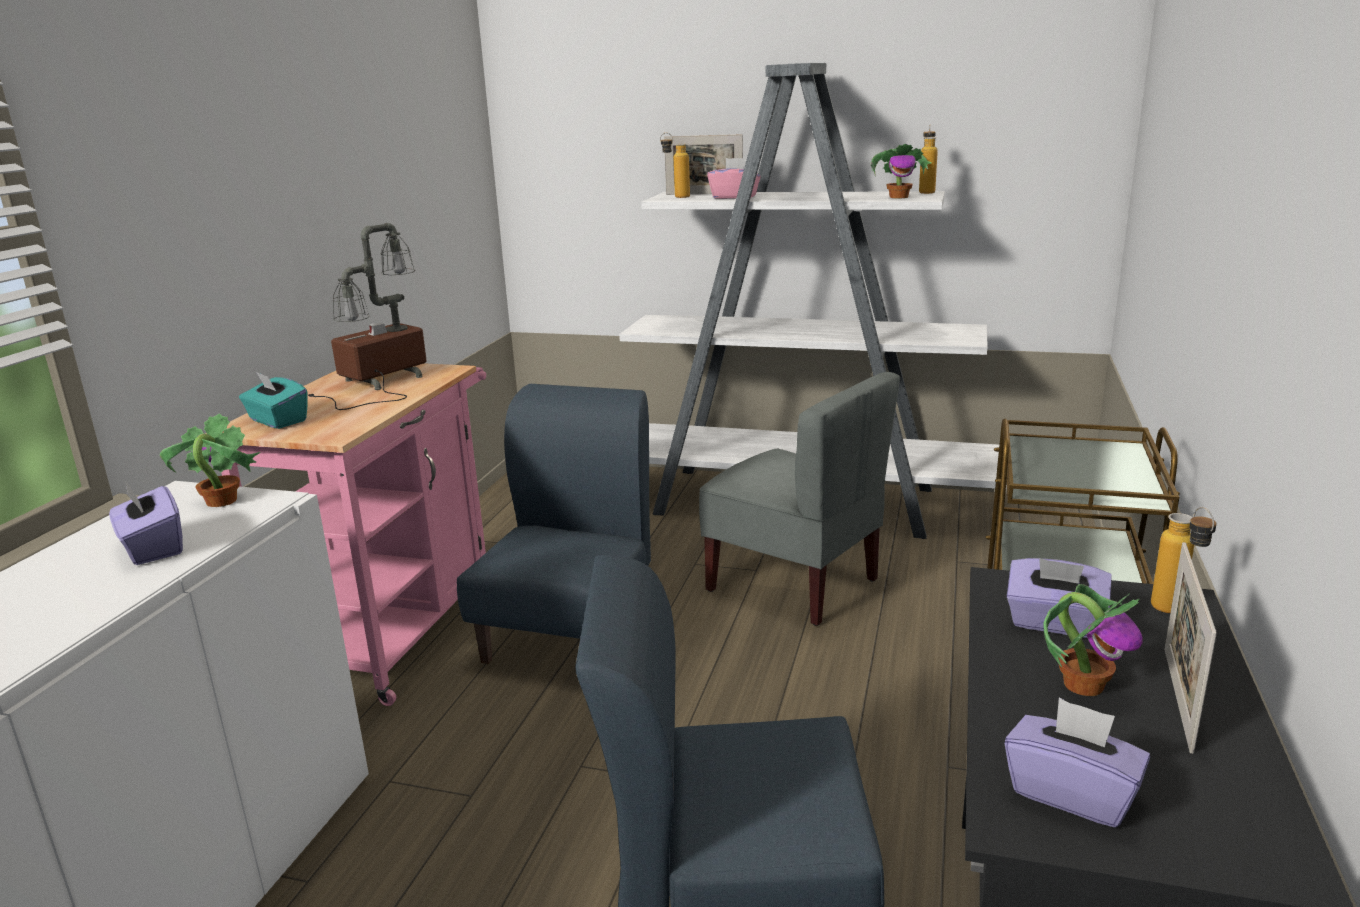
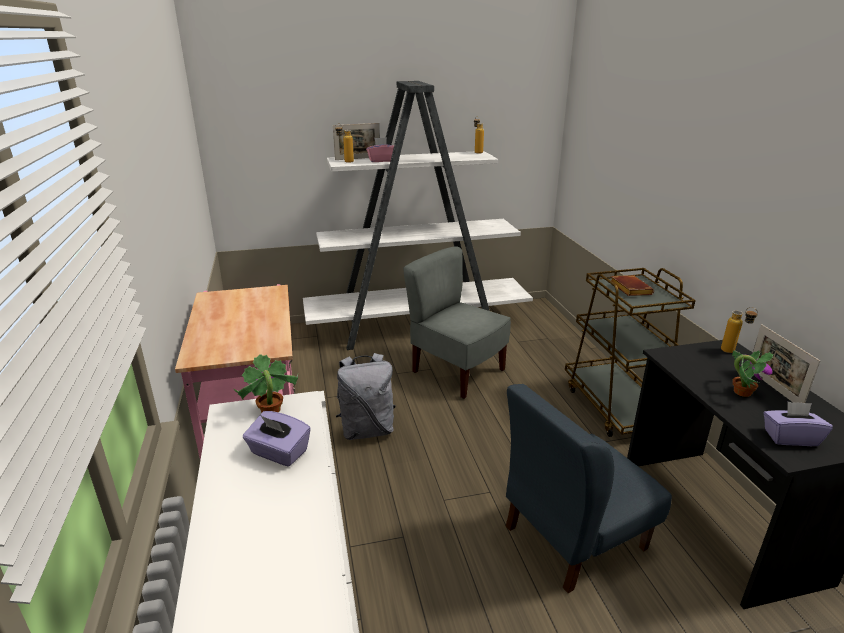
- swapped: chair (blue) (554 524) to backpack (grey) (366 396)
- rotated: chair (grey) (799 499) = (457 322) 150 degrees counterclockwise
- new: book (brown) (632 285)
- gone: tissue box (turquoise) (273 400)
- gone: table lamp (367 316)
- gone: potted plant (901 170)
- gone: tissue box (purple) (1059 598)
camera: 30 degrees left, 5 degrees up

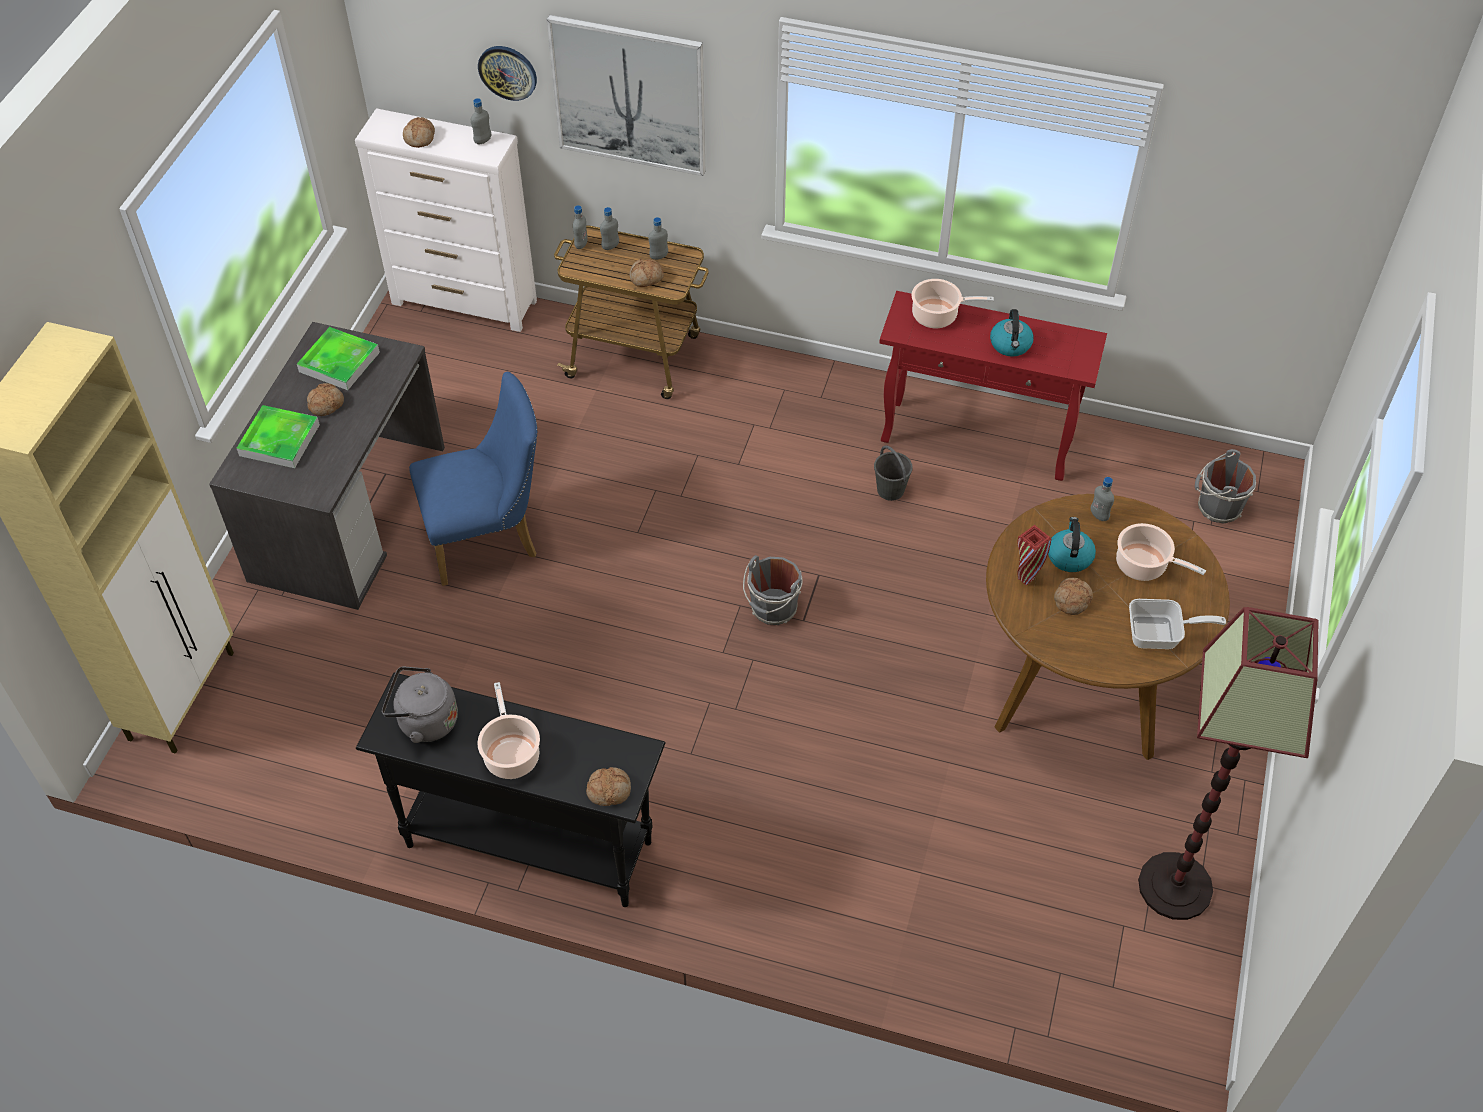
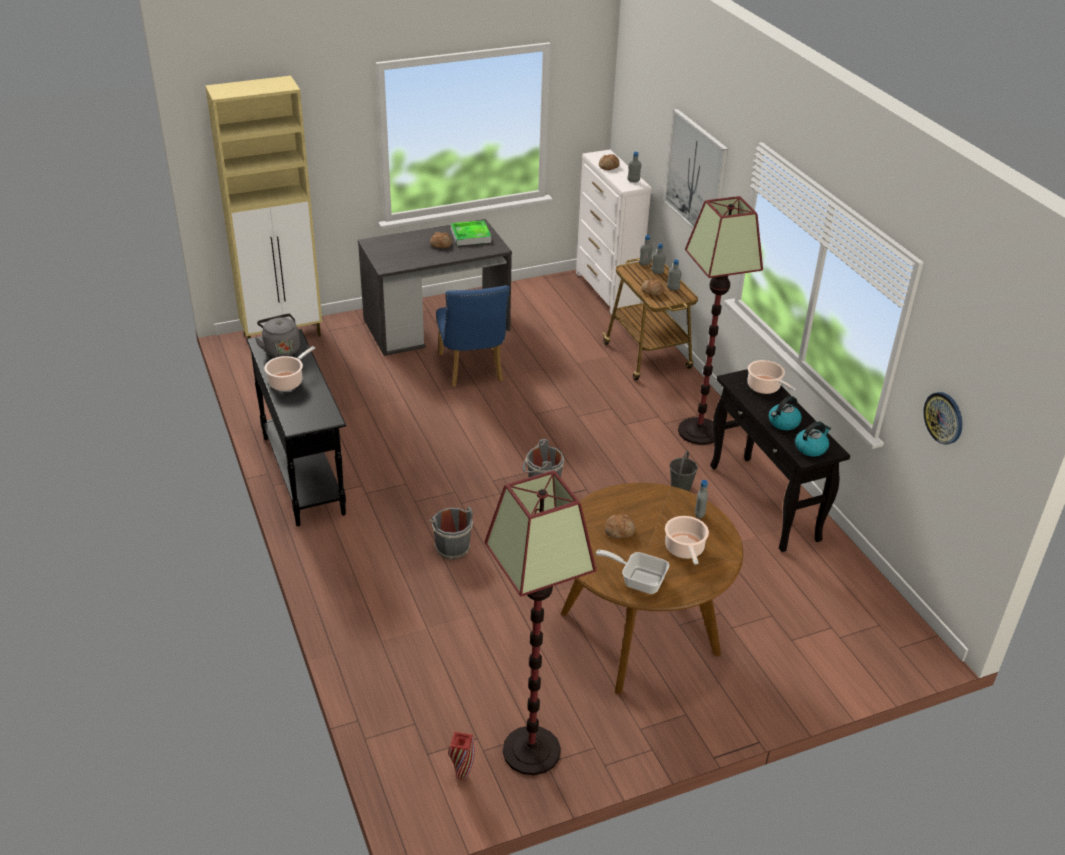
- shifted: bucket (grey) (1225 486) to (451 533)
- rotated: chair (blue) (473 479) = (473 336) 45 degrees clockwise
- shifted: vase (red) (1034 555) to (461 756)
- rotated: frying pan (1177 624) = (632 572) 150 degrees clockwise
- new: floor lamp (720 320)
- repainted: console table (red) (993 386) to console table (black) (780 460)
- shifted: kettle (1072 544) to (813 439)
- shifted: wall clock (507 73) to (942 418)
- gone: tray (278 436)
- gone: bread (608 786)
camera: 50 degrees right, 15 degrees down

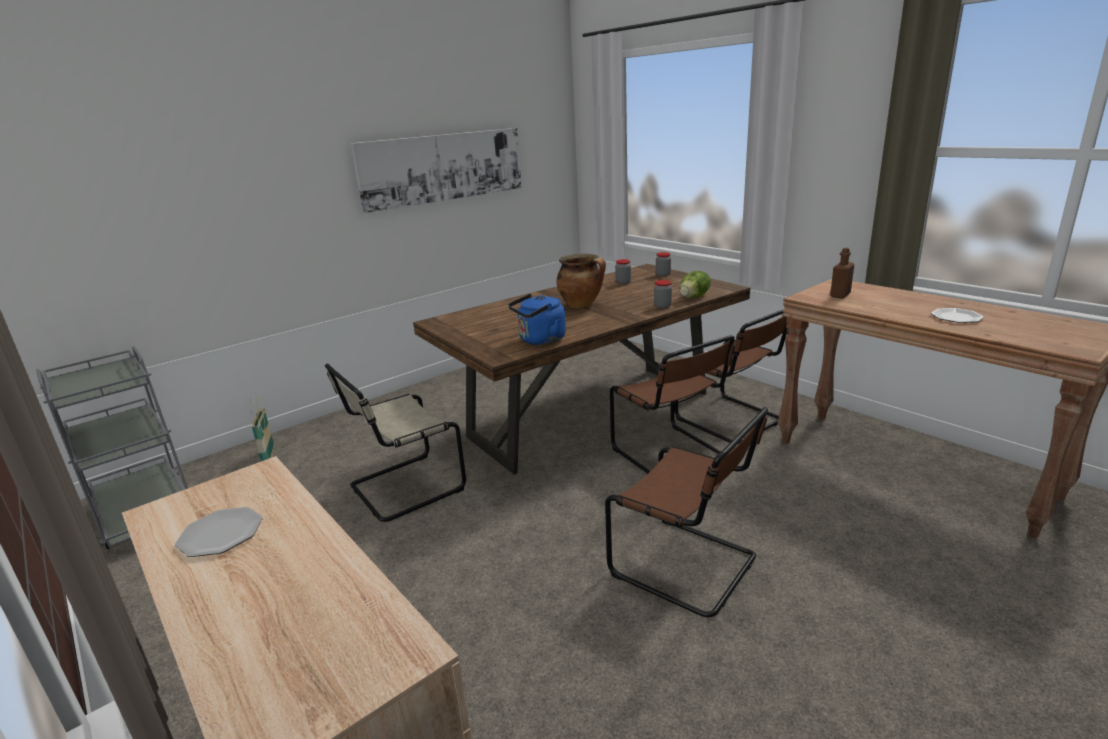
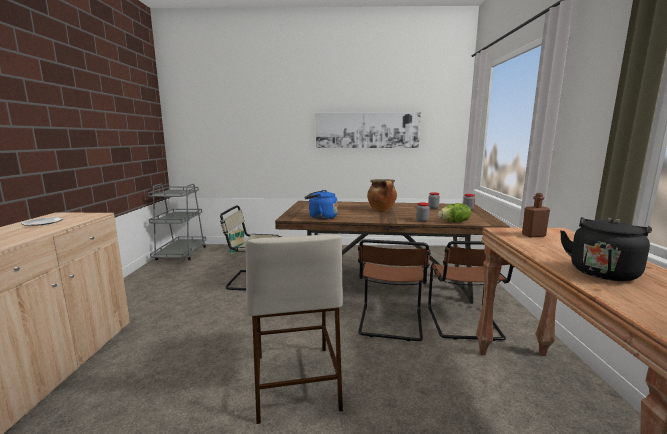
- swapped: chair (brown) (686 512) to stool (beige) (294 329)
- swapped: plate (957 315) to kettle (black) (606 249)
camera: 40 degrees right, 10 degrees down

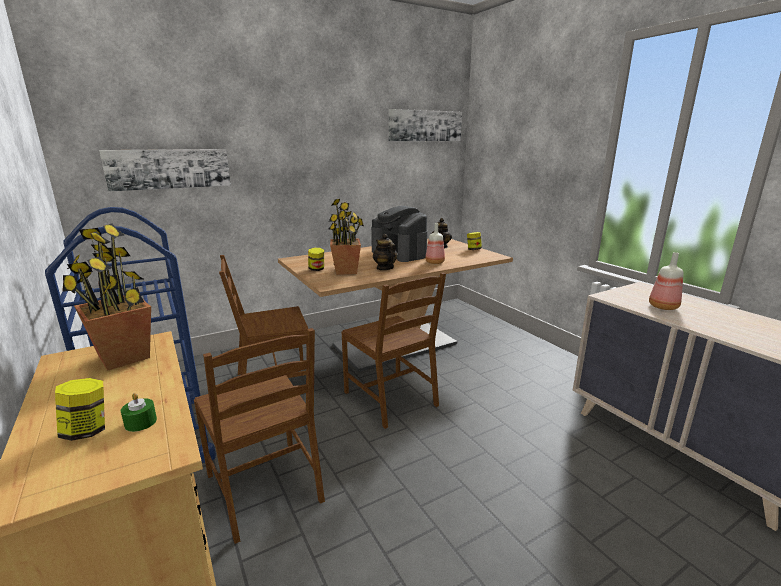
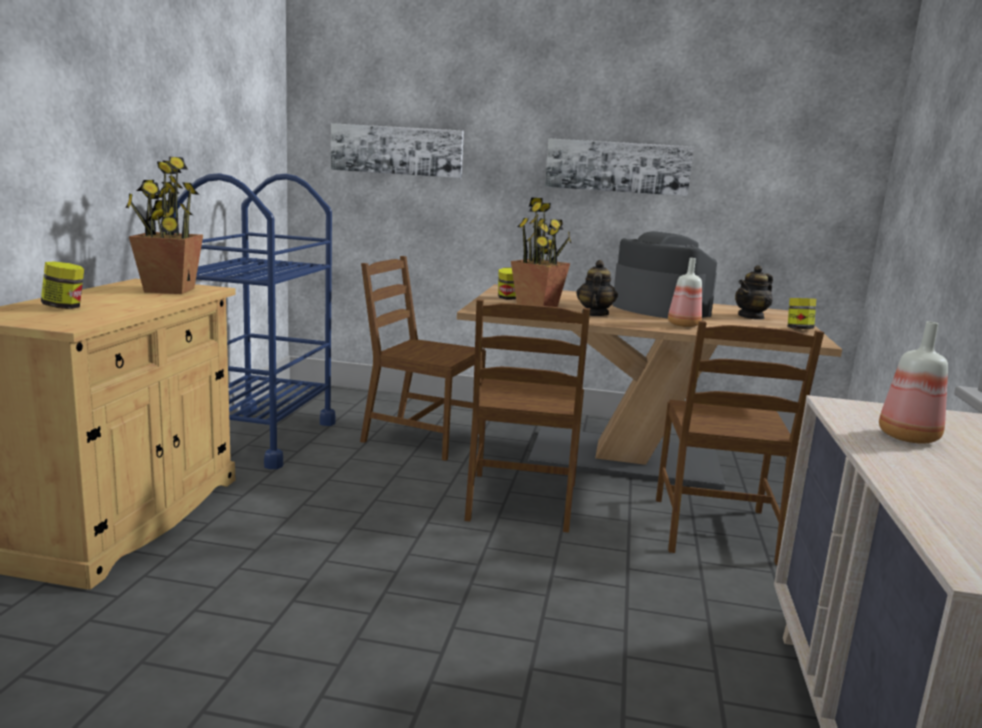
- shifted: picture (425 125) to (619 167)
- rotated: coffee machine (399 234) = (664 274) 135 degrees clockwise
- shifted: chair (brown) (259 436) to (740 443)
- gone: candle (green) (139 412)
camera: 40 degrees right, 5 degrees down

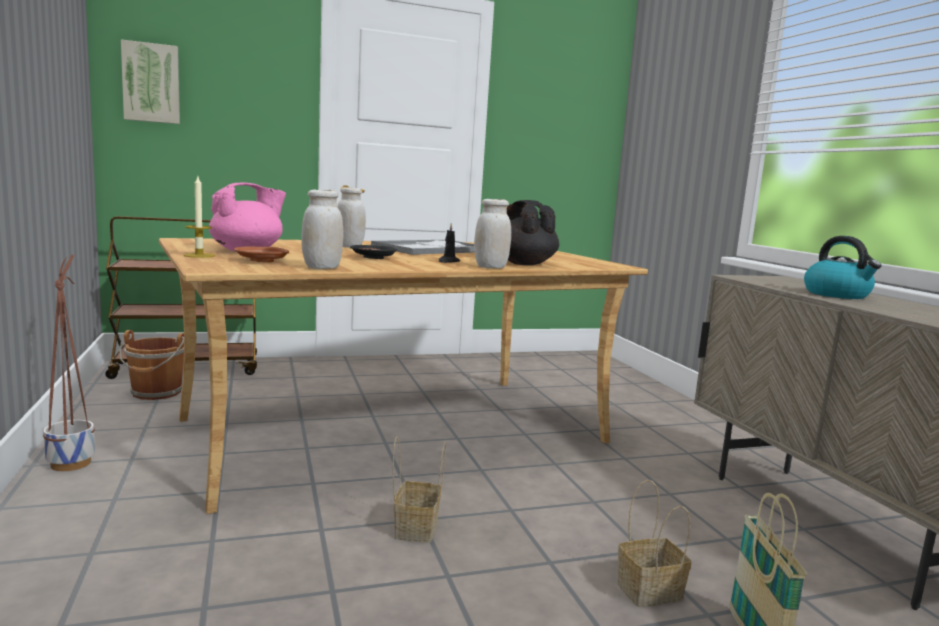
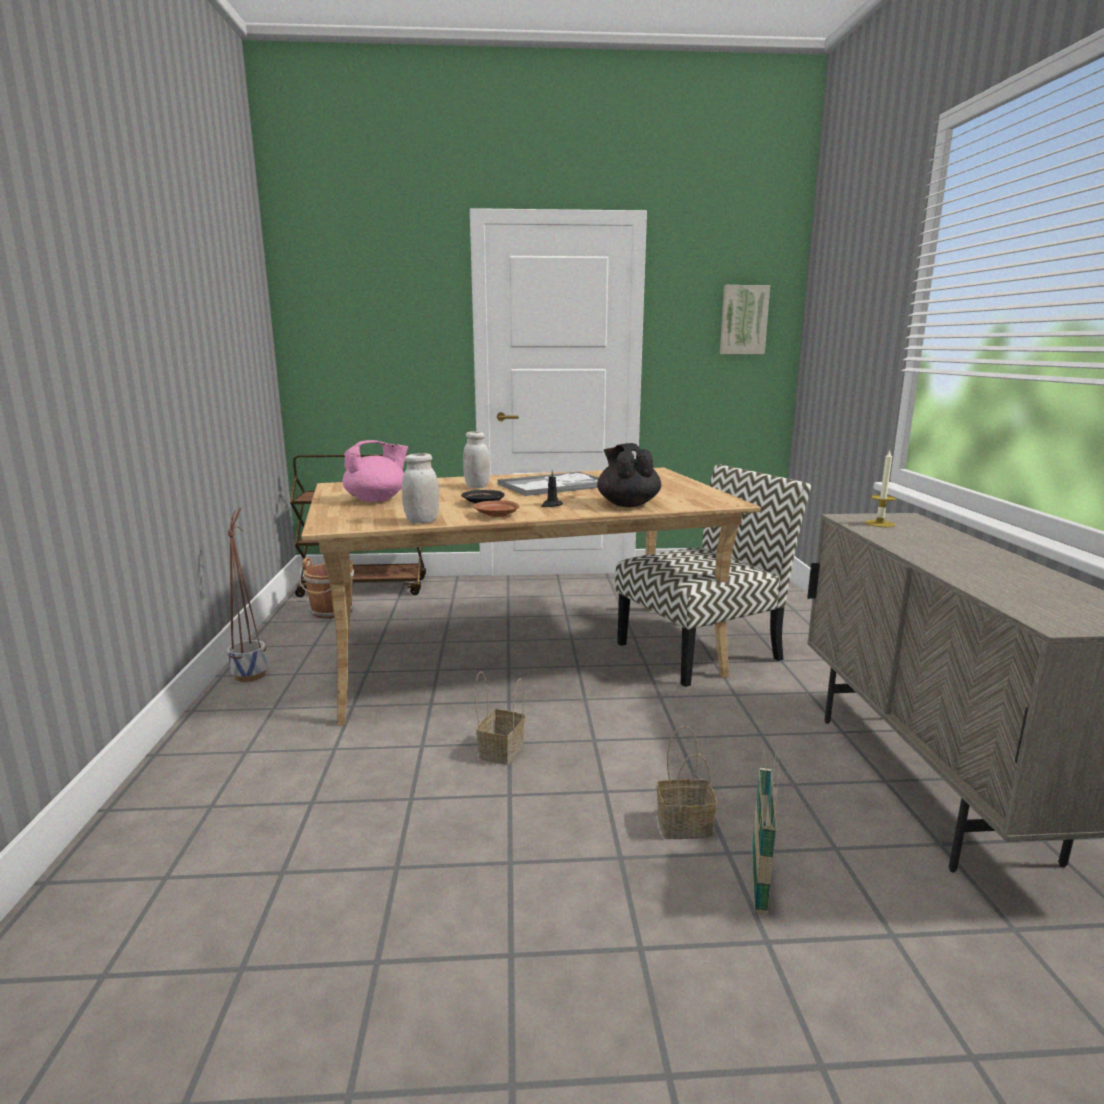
- shifted: plate (brown) (261 254) to (496 508)
- new: chair (713 575)
- shifted: picture (150 81) to (745 319)
- shifted: candle (199 217) to (881 489)
- gone: jar (white) (492 233)
- gone: kettle (843 267)
camera: 15 degrees right, 5 degrees up

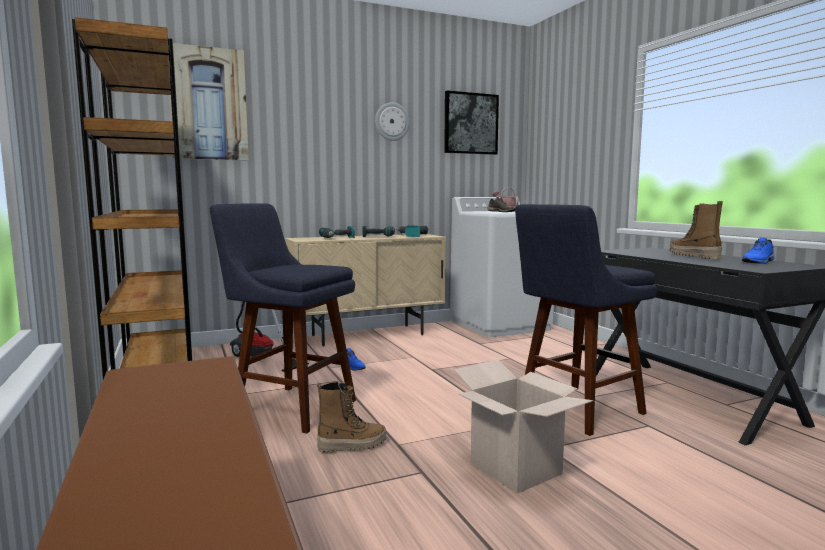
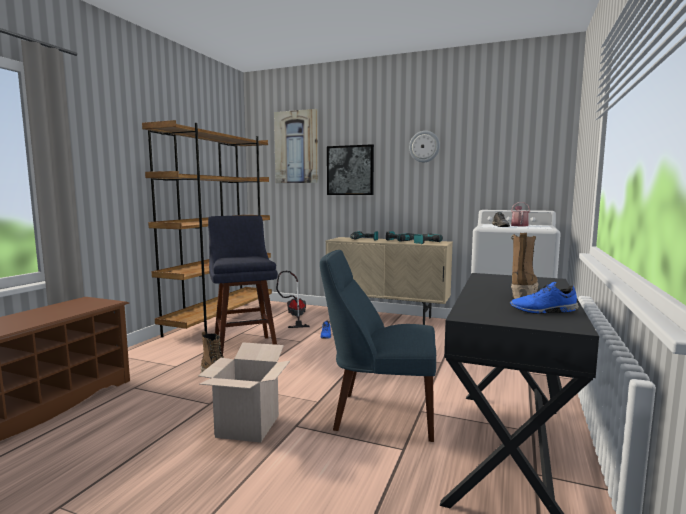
- swapped: stool (blue) (586 320) to chair (blue) (378 346)
- shifted: picture (471 123) to (350 169)
camera: 45 degrees right, 0 degrees up

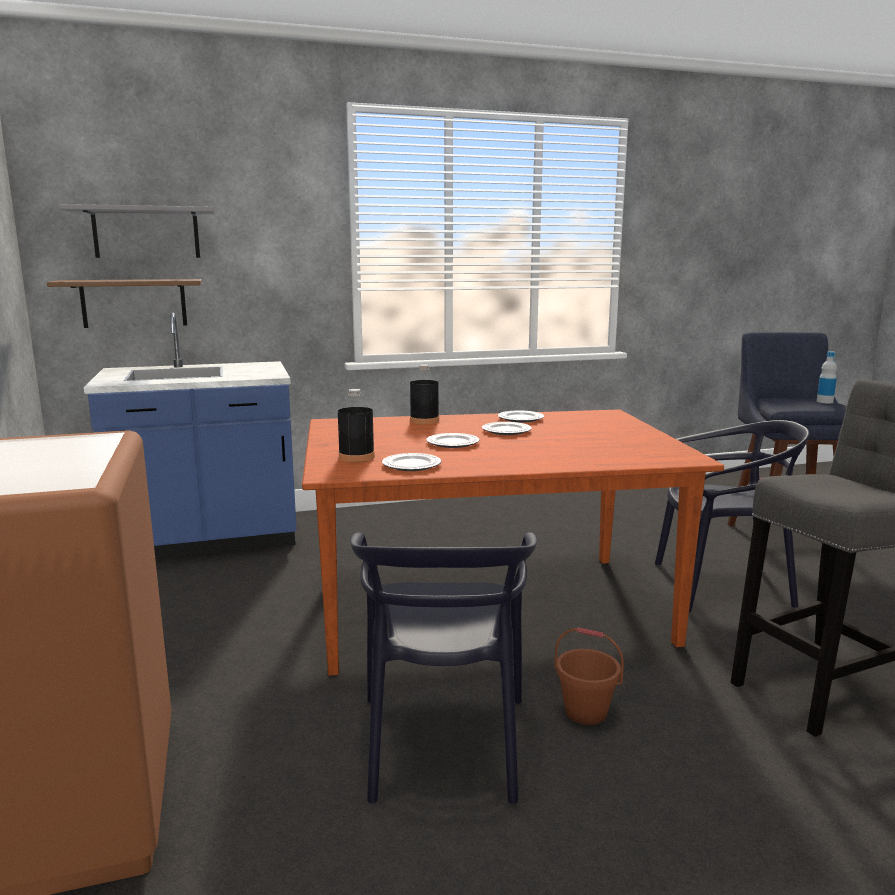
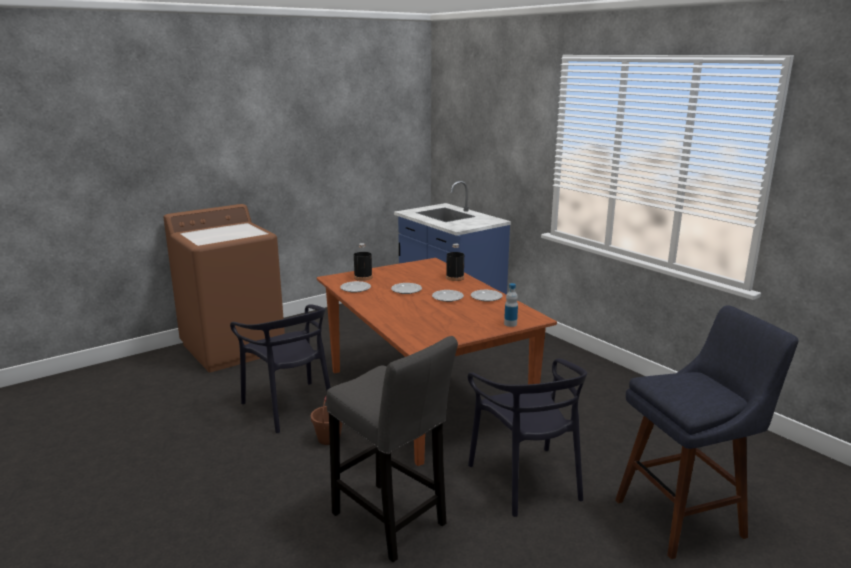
- rotated: chair (black) (443 668) = (280 368) 105 degrees counterclockwise
- shifted: bottle (826 377) to (511 305)
- gone: shelf (brown) (124 303)
- gone: shelf (grey) (137 231)
camera: 70 degrees right, 5 degrees up

